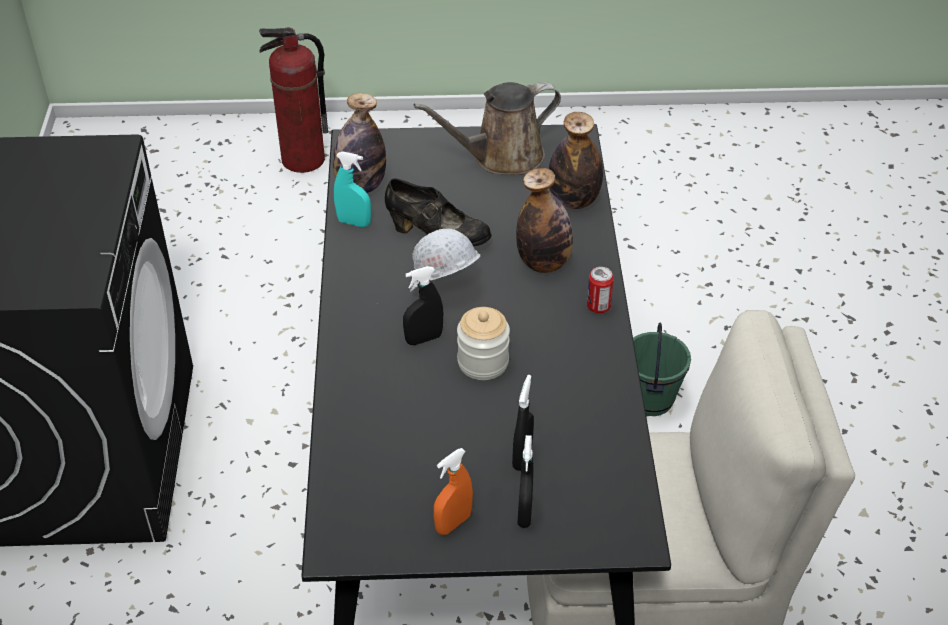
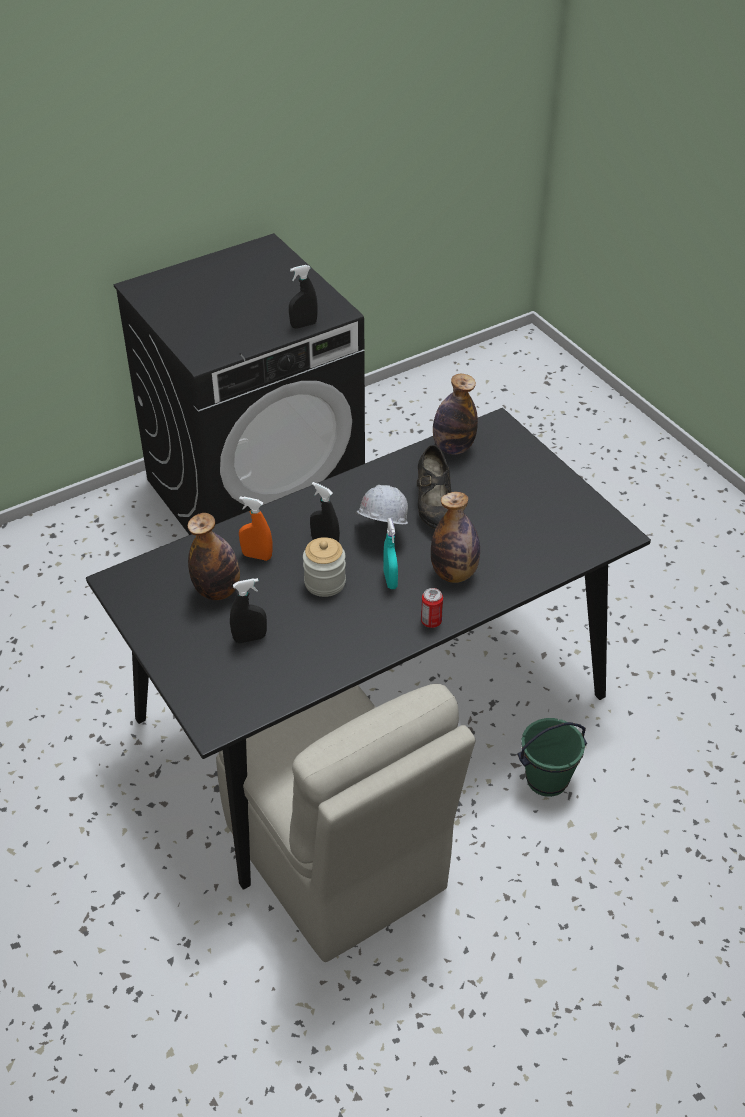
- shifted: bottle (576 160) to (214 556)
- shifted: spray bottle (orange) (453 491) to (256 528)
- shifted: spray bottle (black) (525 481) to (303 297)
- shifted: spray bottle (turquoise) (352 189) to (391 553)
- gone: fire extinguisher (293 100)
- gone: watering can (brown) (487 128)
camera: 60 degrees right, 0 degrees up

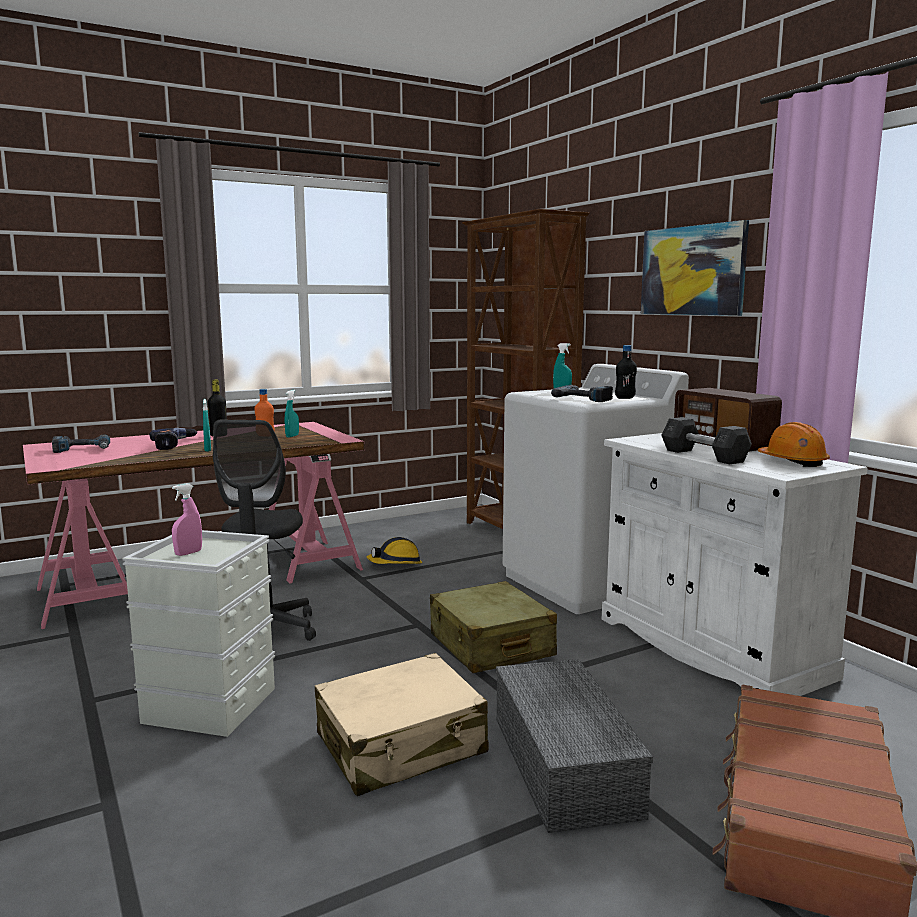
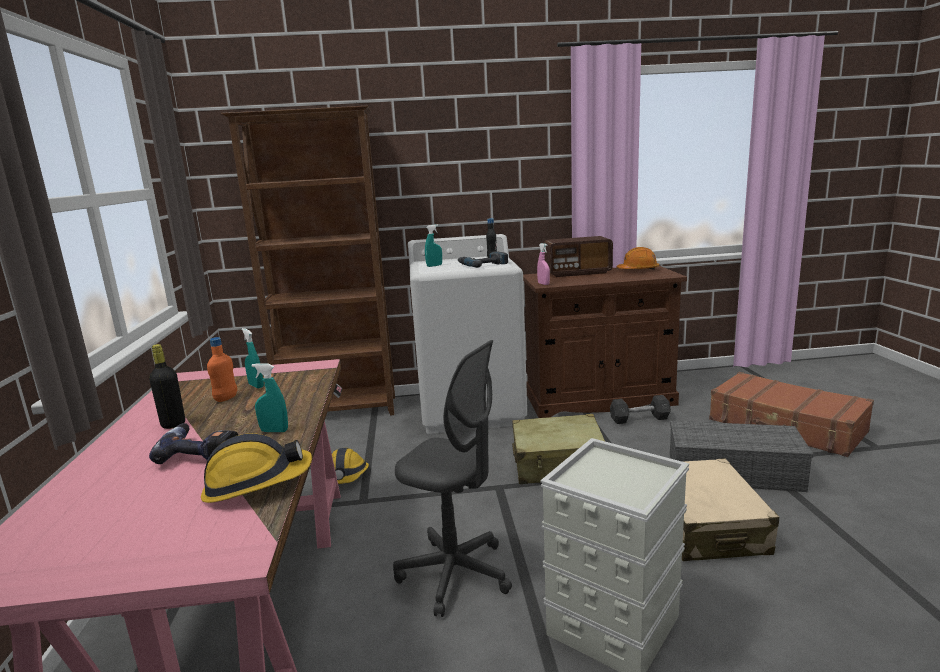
- new: hard hat (256 468)
- repainted: cabinet (white) (735 564) to cabinet (brown) (605 342)
- shifted: spray bottle (pink) (187 519) to (543 264)
- shifted: dumbbell (grey) (706 440) to (640 409)
- gone: power drill (81 443)
- gone: picture (695 268)
camera: 65 degrees left, 5 degrees up

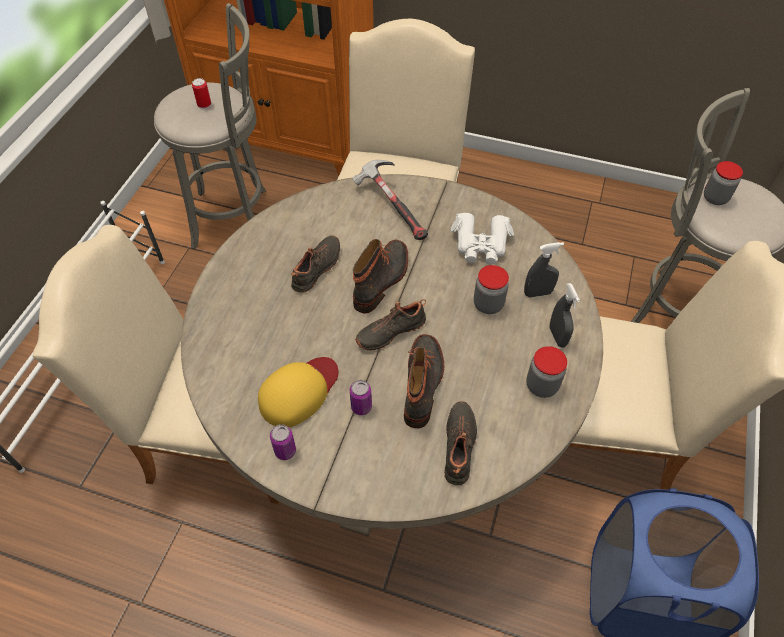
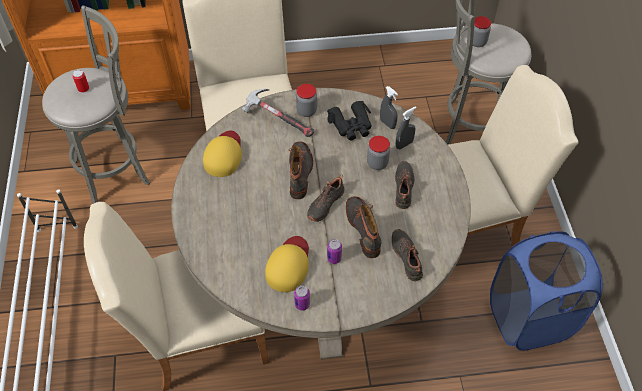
- new: cap (yellow) (222 154)
- shifted: jar (546 372) to (306 100)
- repainted: binoculars (white) (482 239) to binoculars (black) (349 120)
- shifted: spray bottle (grey) (564 315) to (389 107)
- shifted: shoe (black) (315 264) to (405 185)
camera: 25 degrees left, 0 degrees up

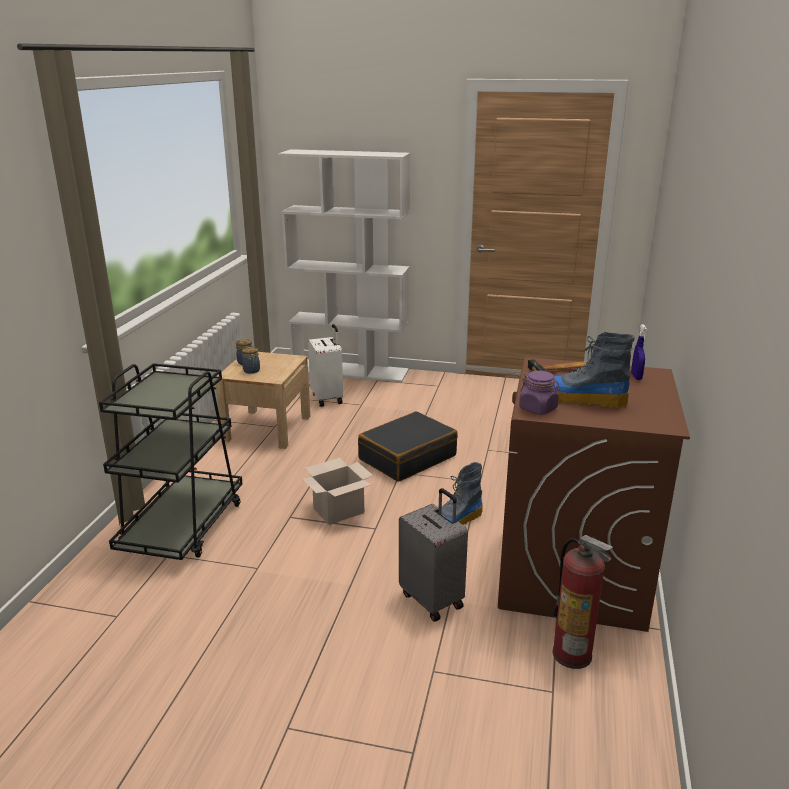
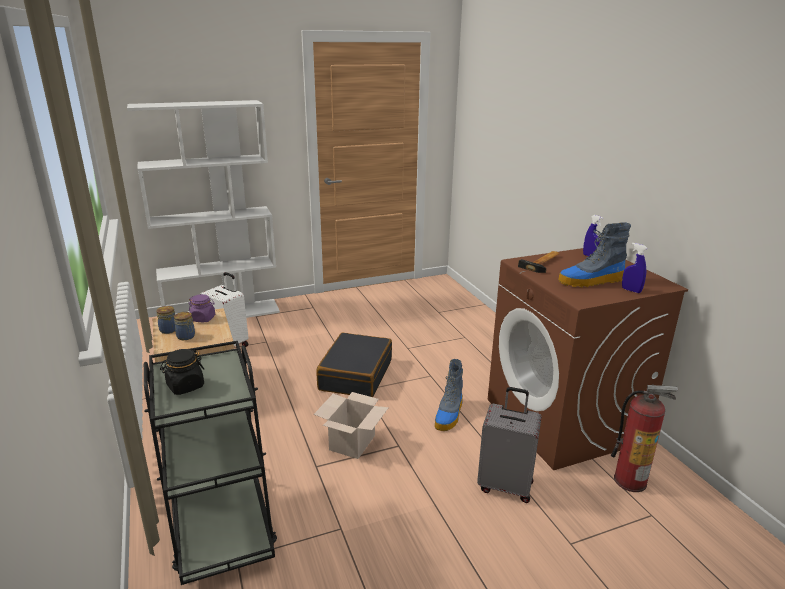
- new: jar (black) (182 372)
- shifted: jar (purple) (539 393) to (201 308)
- new: spray bottle (blue) (634 268)
camera: 35 degrees left, 0 degrees up

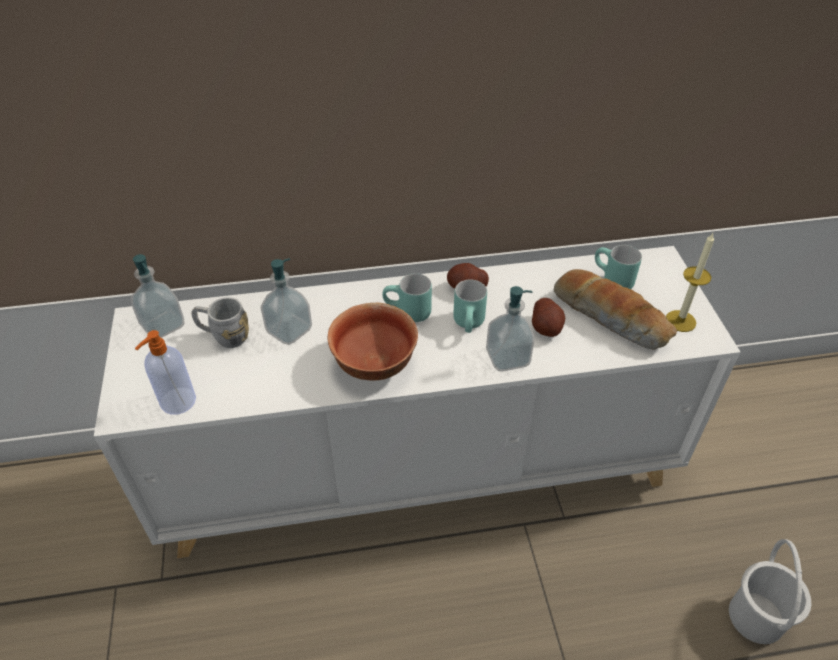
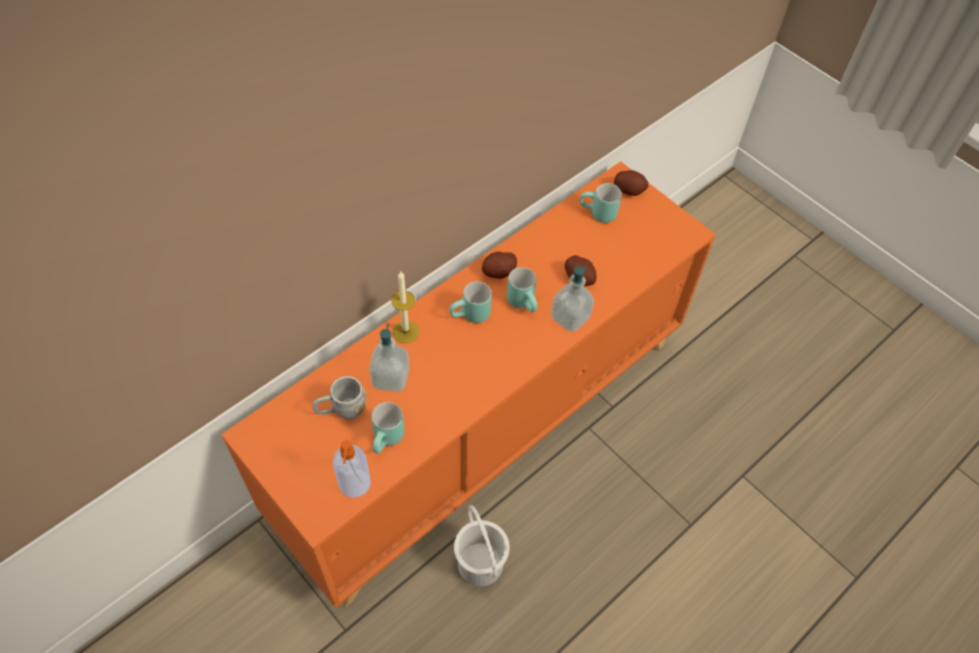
- repainted: cabinet (white) (417 402) to cabinet (orange) (468 384)
- new: mug (turquoise) (388 428)
- shifted: candle (690 282) to (405 307)
- shifted: bucket (white) (770 591) to (482 545)
- new: potato (631 183)
- gone: soap dispenser (157 296)
- gone: bowl (373 342)
- gone: bread (615 309)
camera: 35 degrees left, 10 degrees up

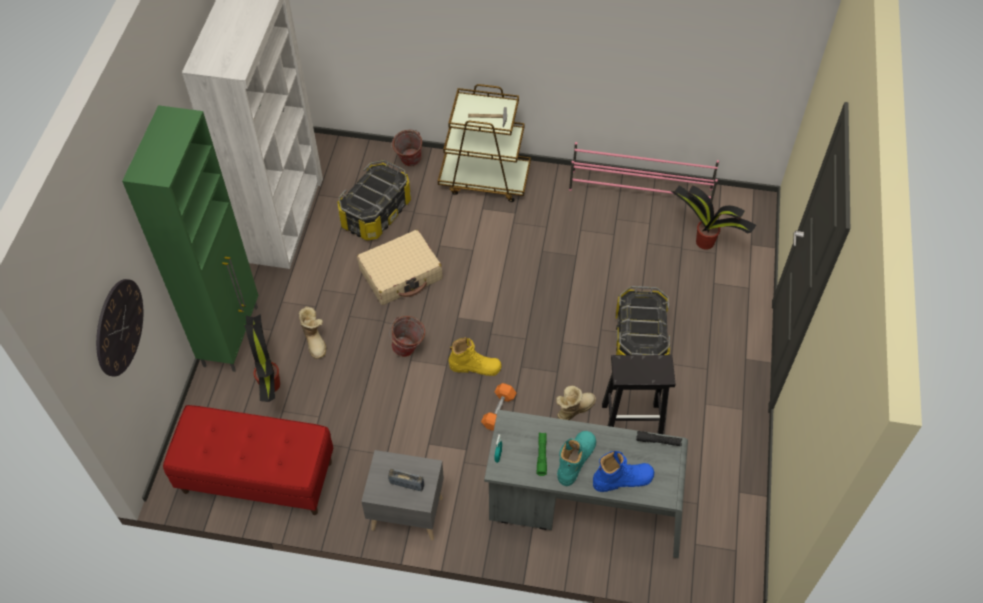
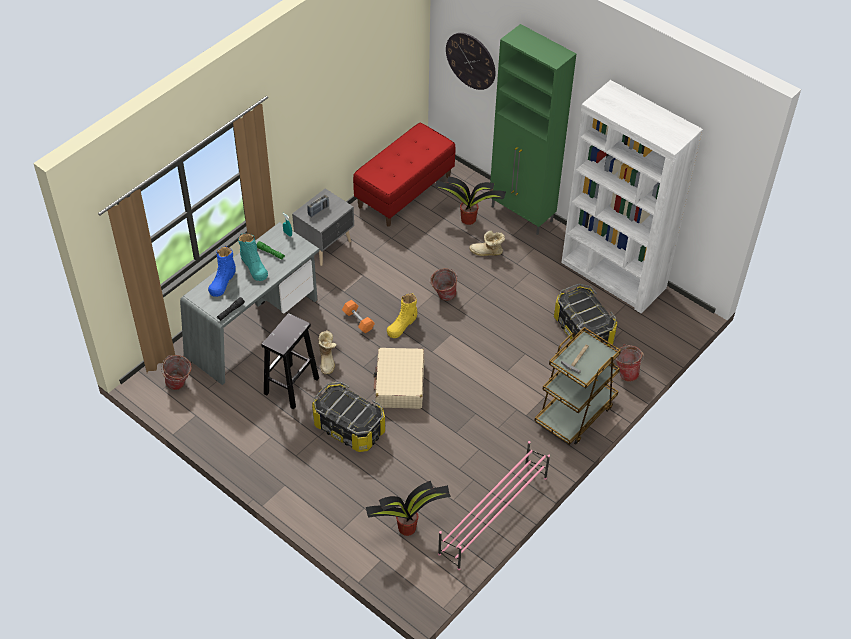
- new: bucket (176 372)
- shifted: suitcase (beige) (400 267) to (399 378)
camera: 120 degrees right, 5 degrees down

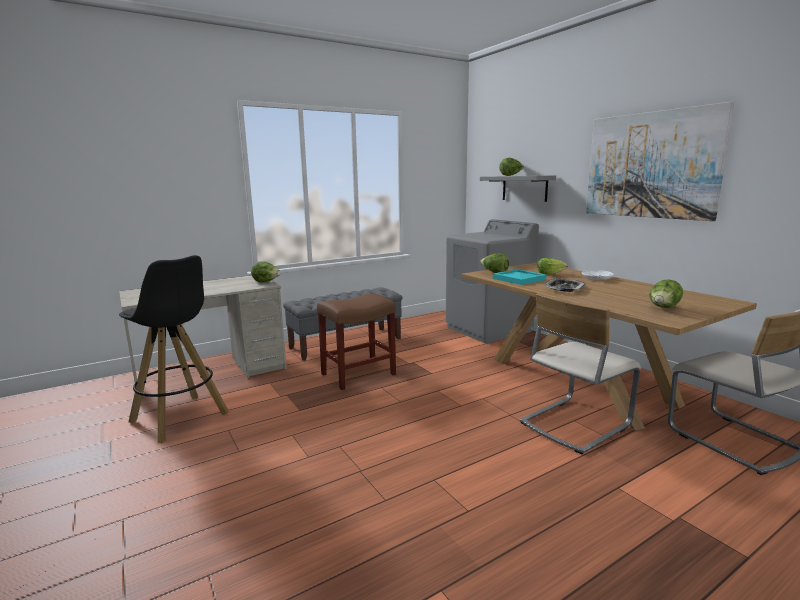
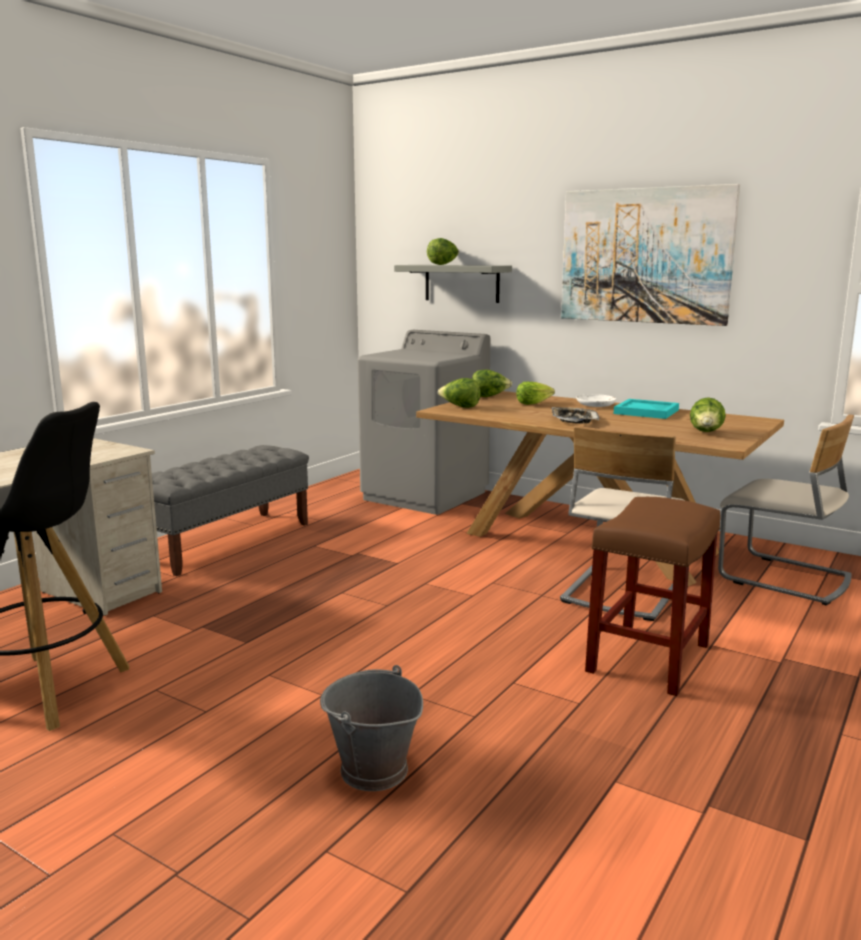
- new: bucket (grey) (371 728)
- shifted: lettuce (266 272) to (492 383)
- shifted: stool (brown) (356 341) to (652 596)
- shifted: tray (turquoise) (519 277) to (646 409)
camera: 25 degrees left, 0 degrees up

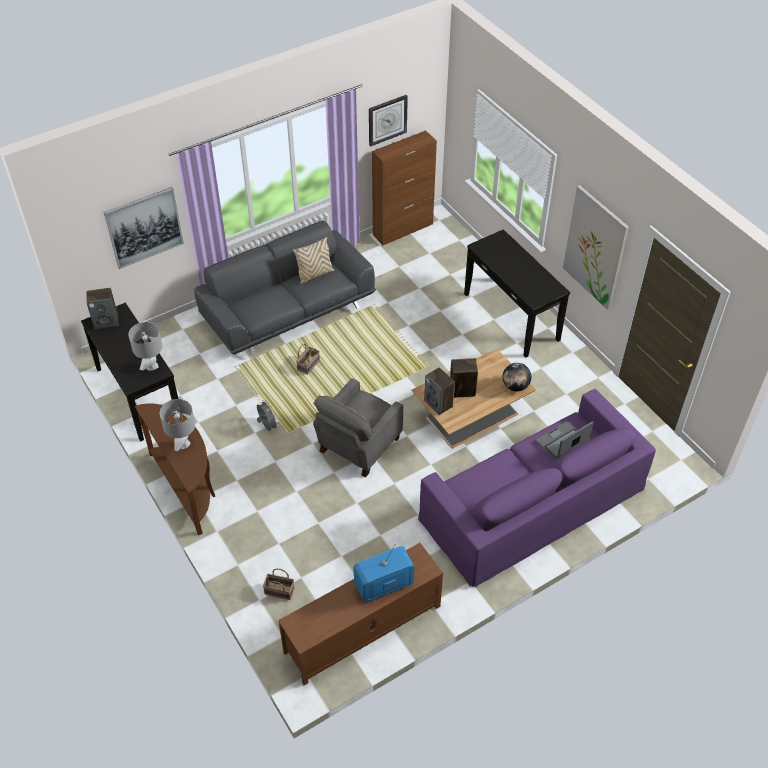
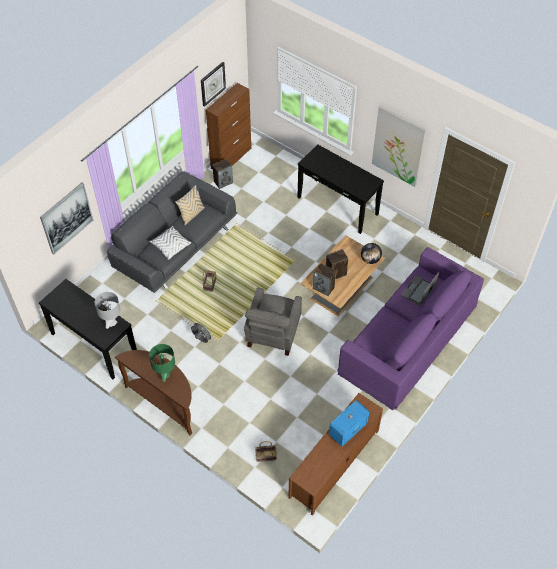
- new: pillow (white) (170 243)
- repainted: table lamp (grey) (177 425) to table lamp (green) (162 363)
- shifted: speaker (102 308) to (222 174)
camera: 20 degrees left, 5 degrees up

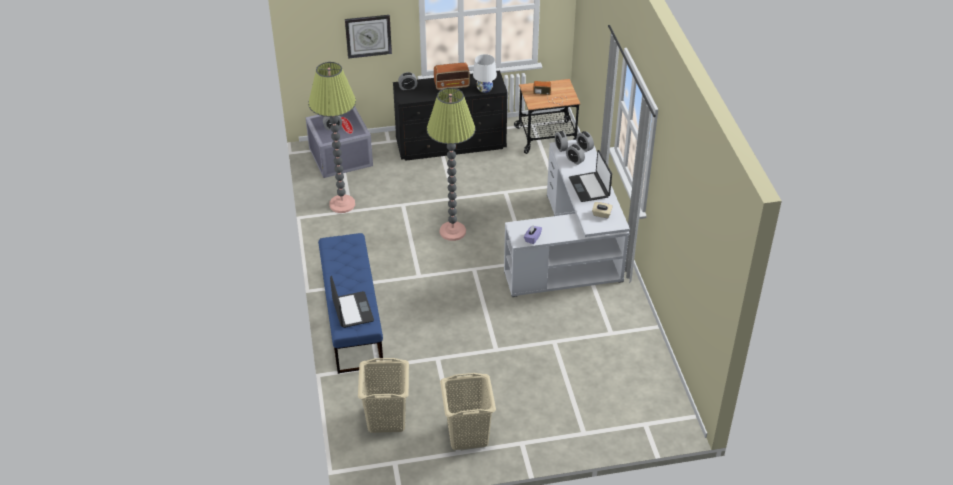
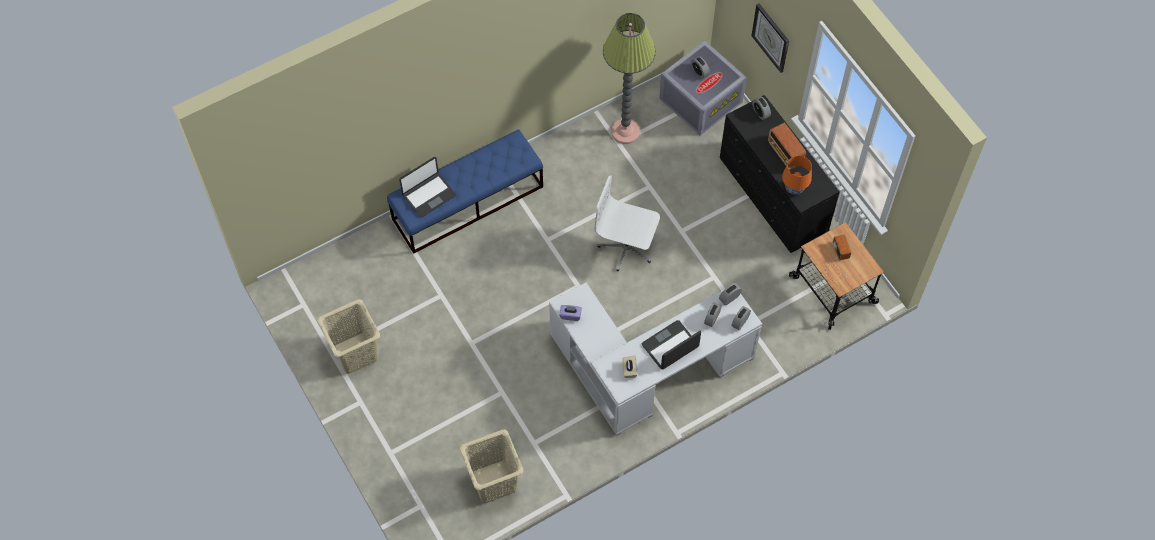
- shifted: laundry basket (beige) (383 395) to (491 466)
- swapped: floor lamp (451 164) to office chair (white) (627 223)
- repainted: table lamp (white) (485 73) to table lamp (orange) (797 175)
camera: 70 degrees right, 20 degrees up

